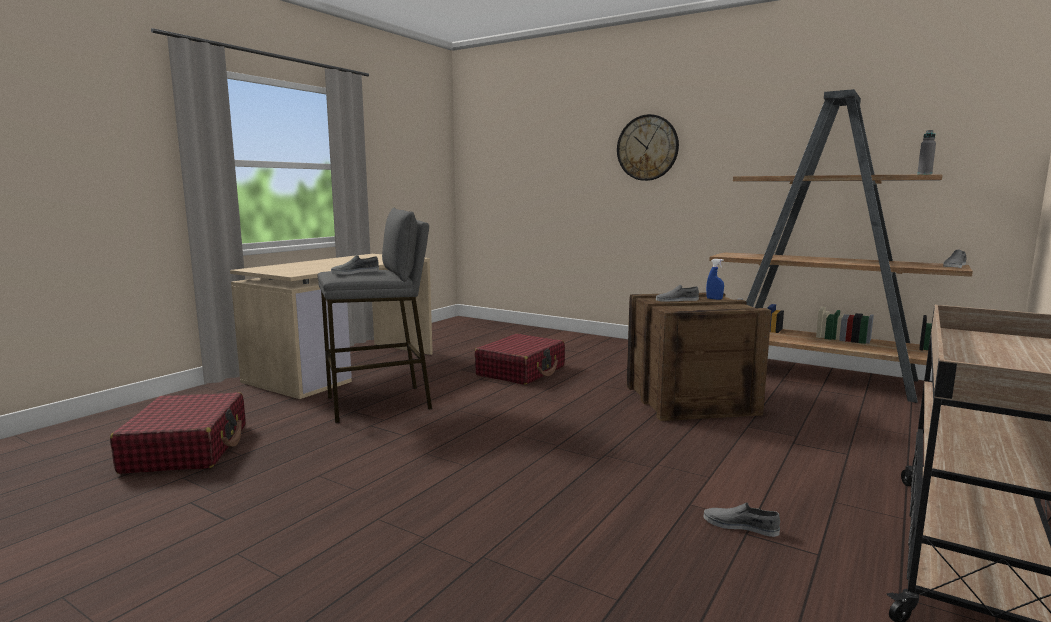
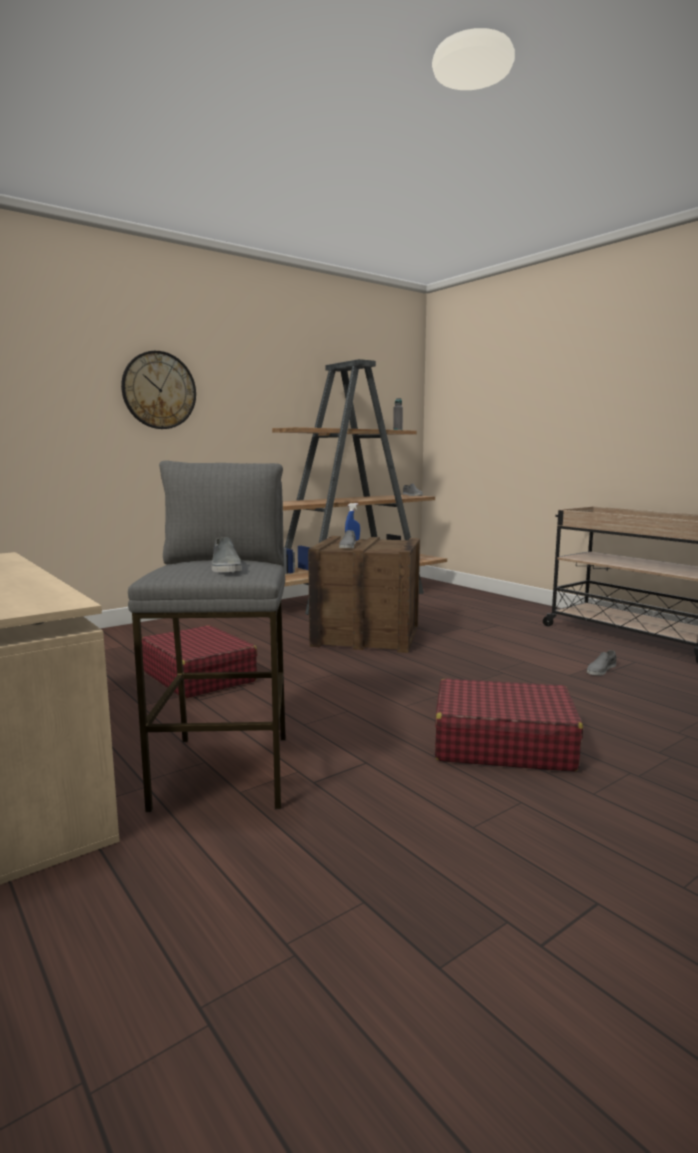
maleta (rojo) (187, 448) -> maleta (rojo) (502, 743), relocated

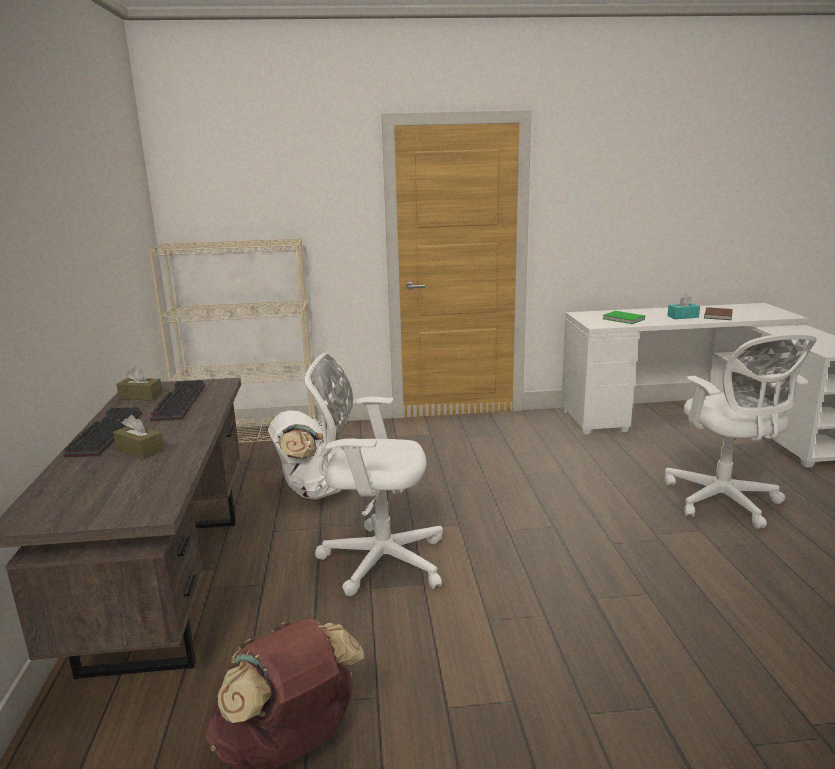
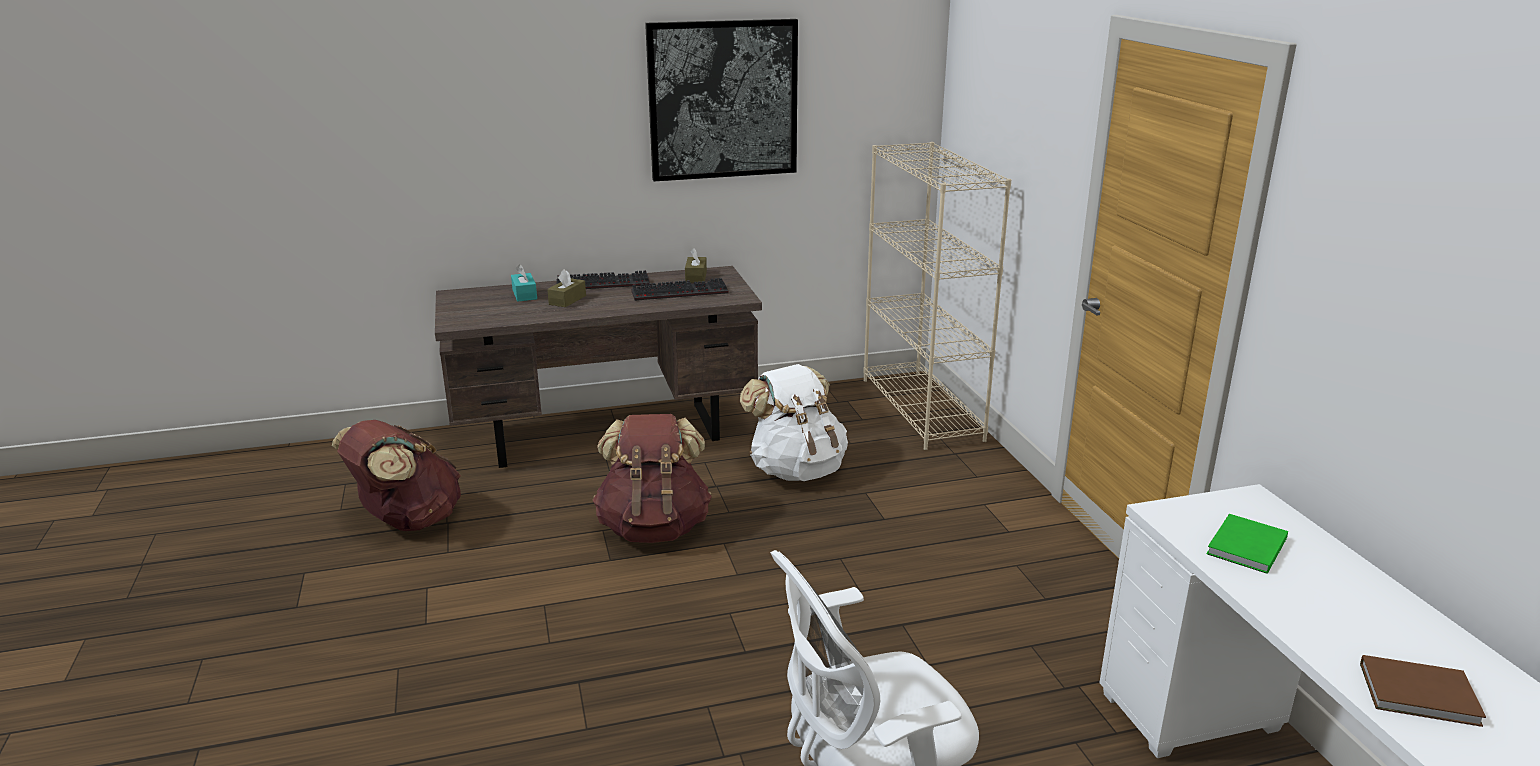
caja de pañuelos (turquesa) (683, 316) -> caja de pañuelos (turquesa) (524, 294), relocated
silla de oficina (blanco) (377, 560) -> mochila (marrón) (654, 528)
none -> cuadro (723, 100)

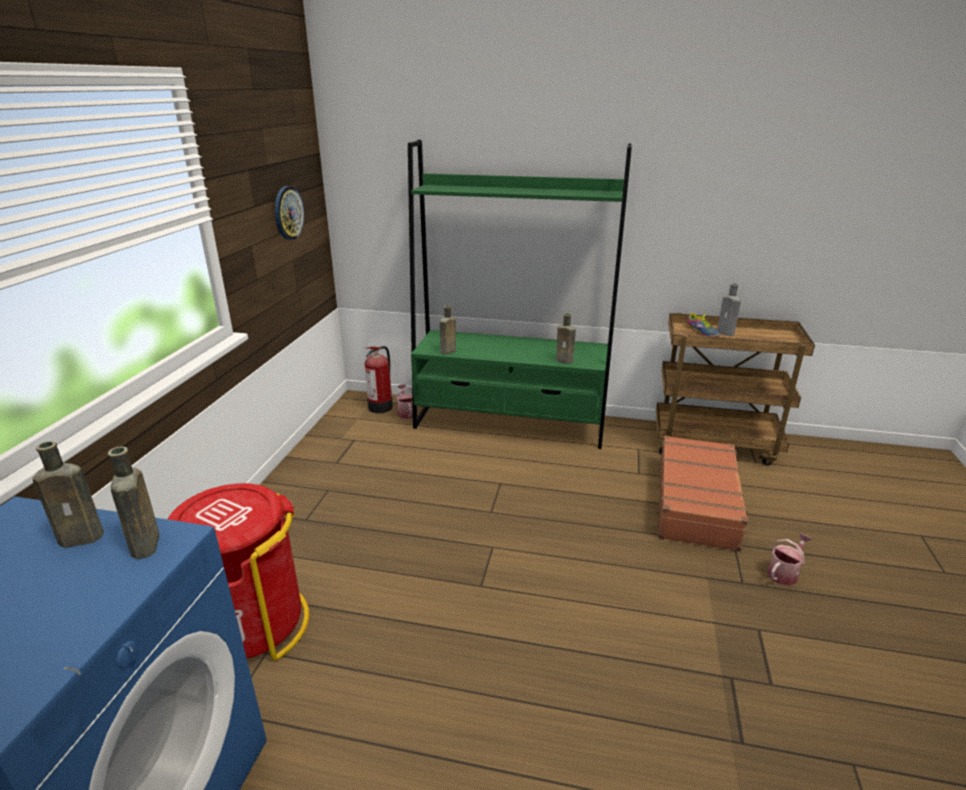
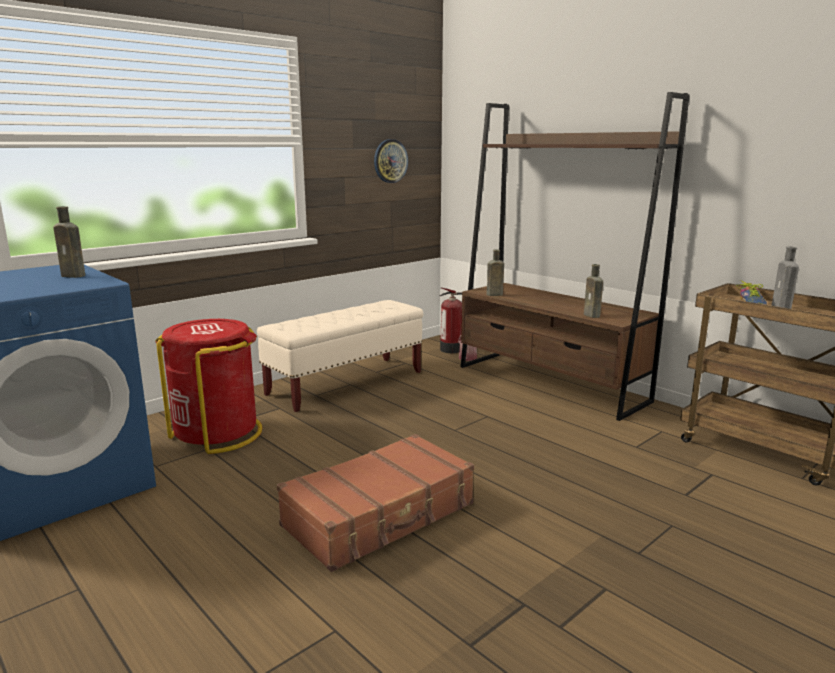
estantería (verde) (510, 423) -> estantería (marrón) (550, 383)
maleta (marrón) (697, 503) -> maleta (marrón) (380, 515), relocated
botella (marrón) (145, 547) -> none
regadera (784, 572) -> none
none -> banco (beis) (346, 383)

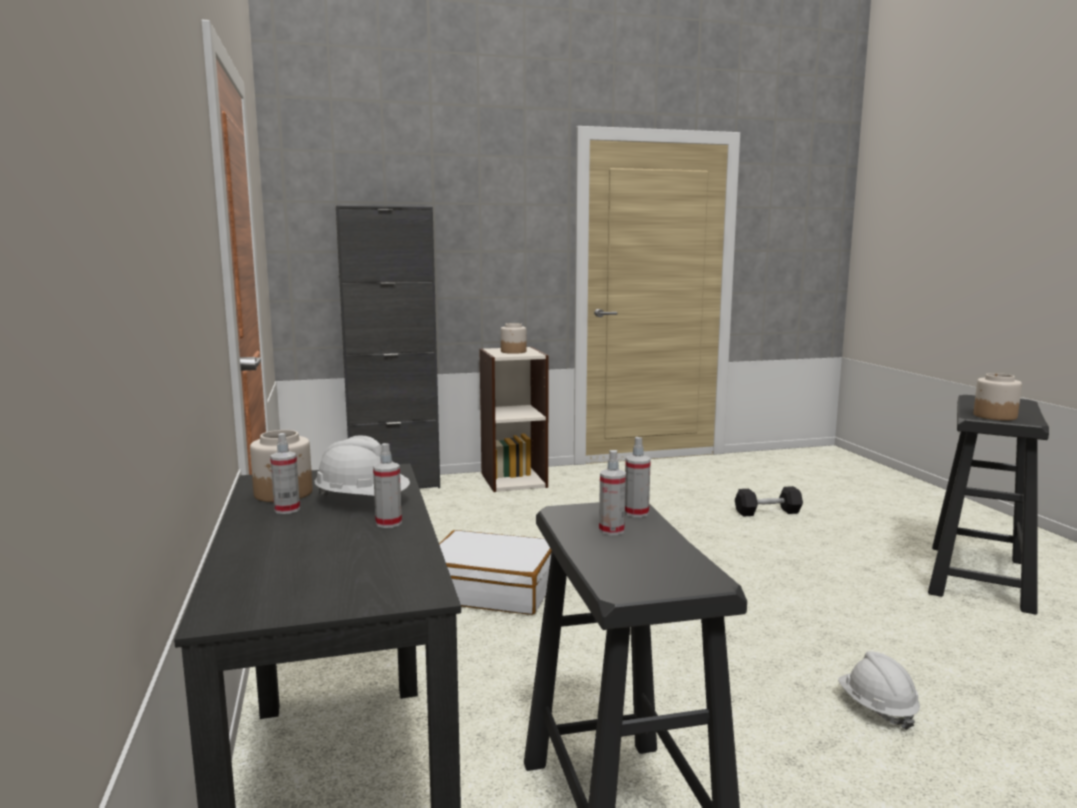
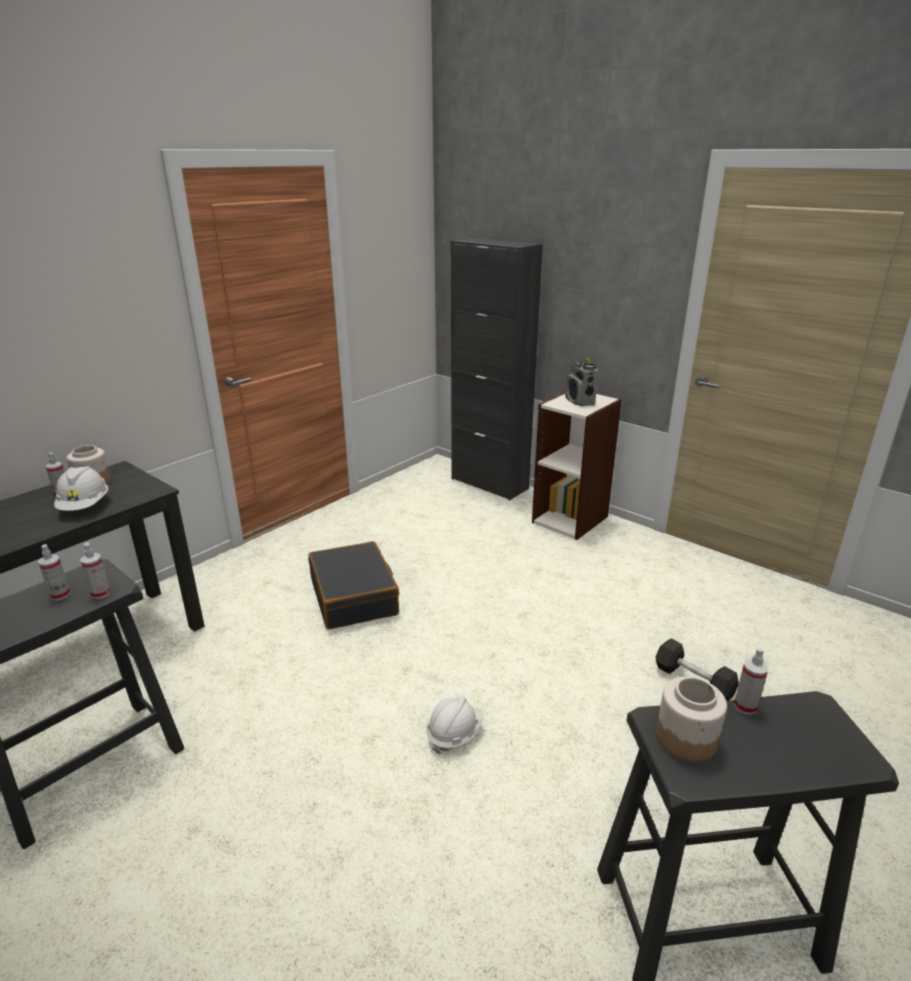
tarro (514, 351) -> radio (580, 402)
pulverizador (388, 523) -> pulverizador (745, 706), relocated
maleta (blanco) (491, 589) -> maleta (negro) (354, 597)
casco (blanco) (877, 708) -> casco (blanco) (454, 734), relocated

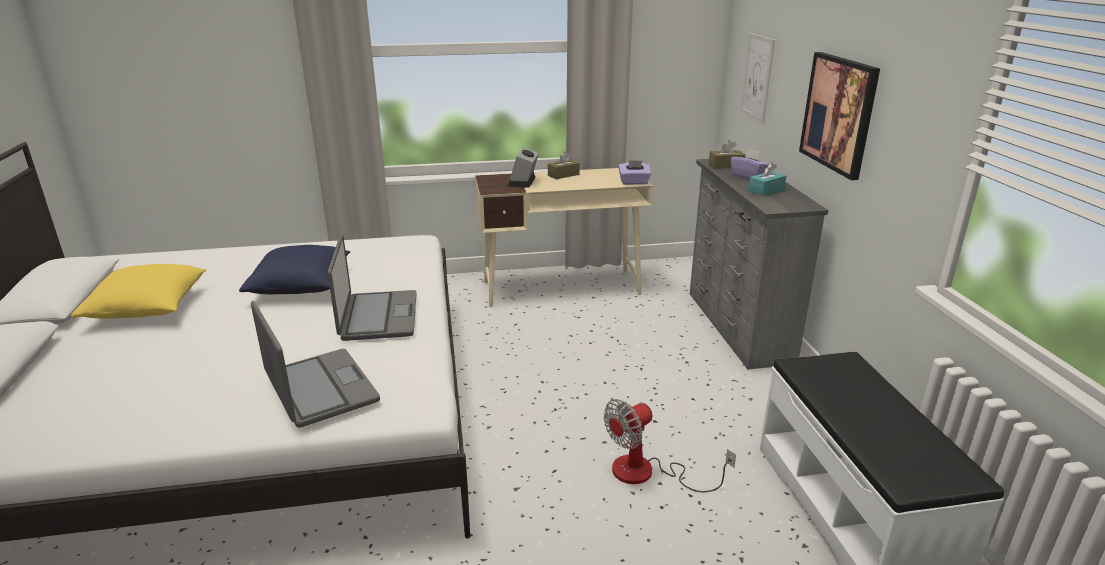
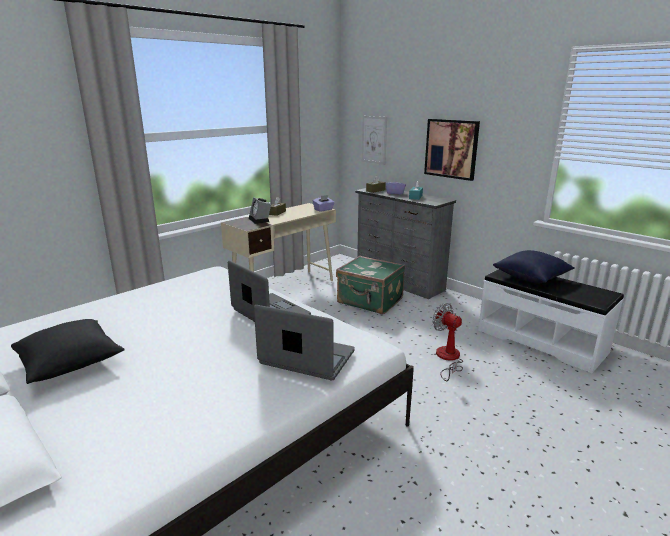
cojín (azul) (301, 287) -> cojín (azul) (531, 278), relocated
cojín (amarillo) (149, 309) -> cojín (negro) (71, 364)
ventilador (647, 473) -> ventilador (448, 359), 120 degrees clockwise
none -> maleta (verde) (370, 301)

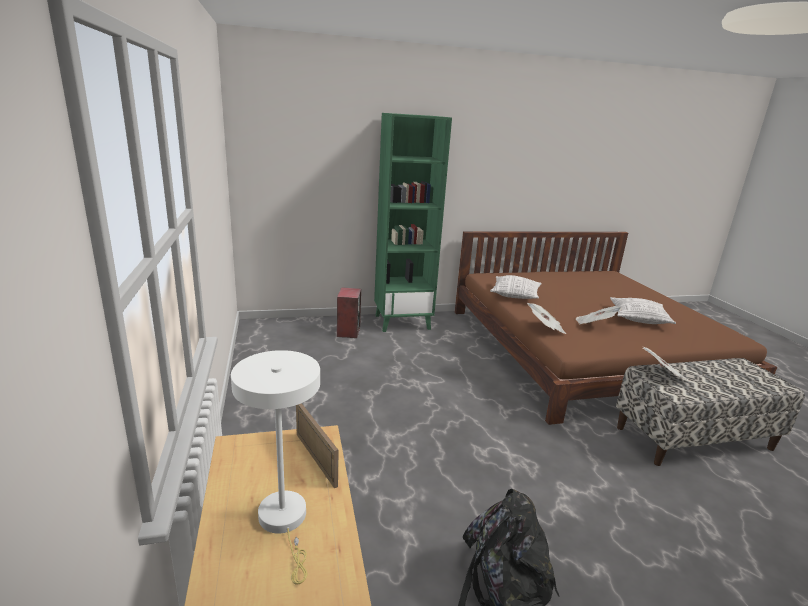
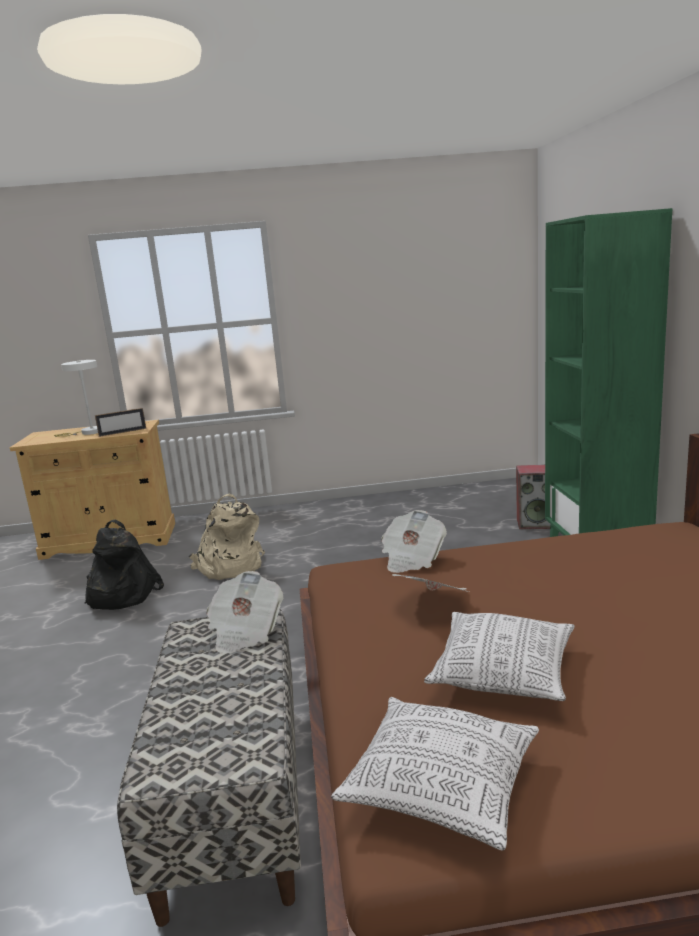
cojín (515, 295) -> cojín (440, 787), relocated
none -> mochila (beis) (229, 567)

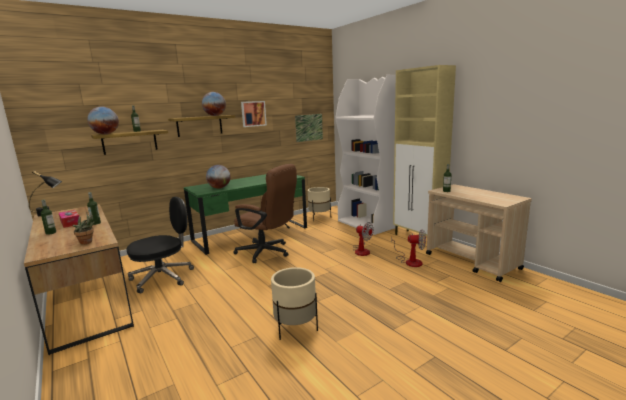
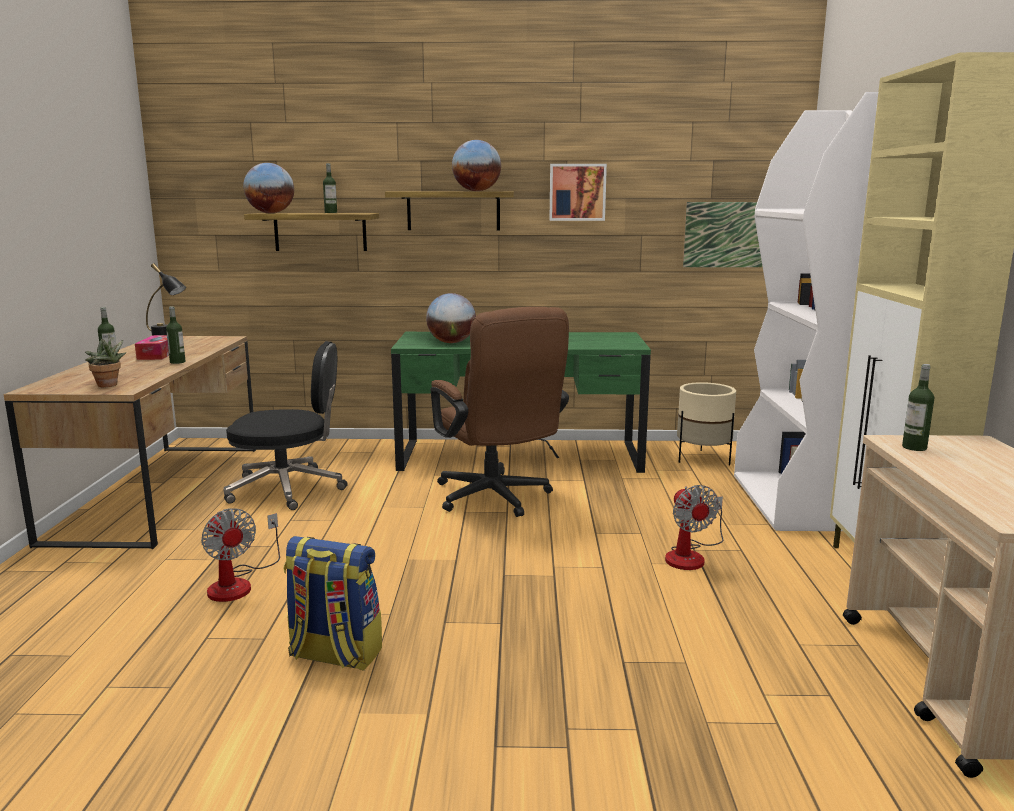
ventilador (410, 261) -> ventilador (238, 583), relocated
maceta (beis) (295, 328) -> mochila (334, 655)

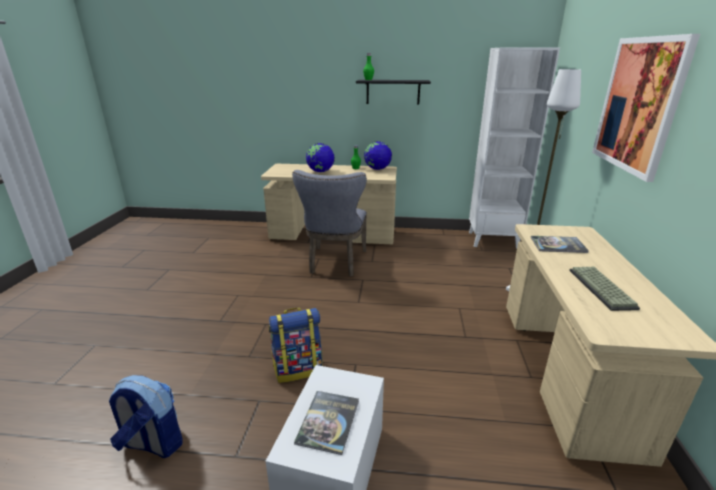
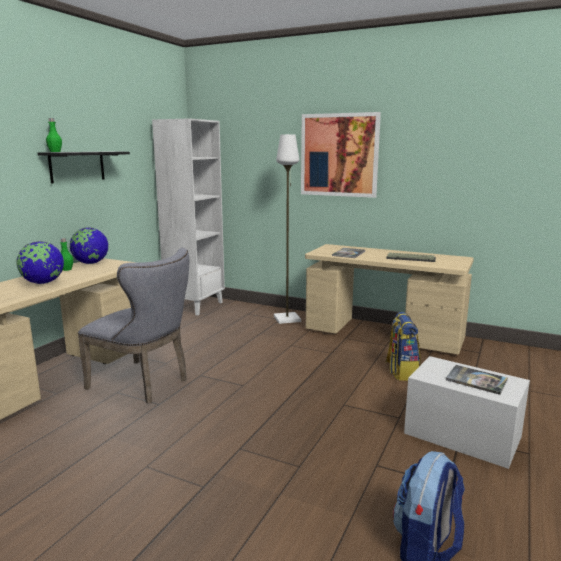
mochila (298, 368) -> mochila (401, 372), relocated

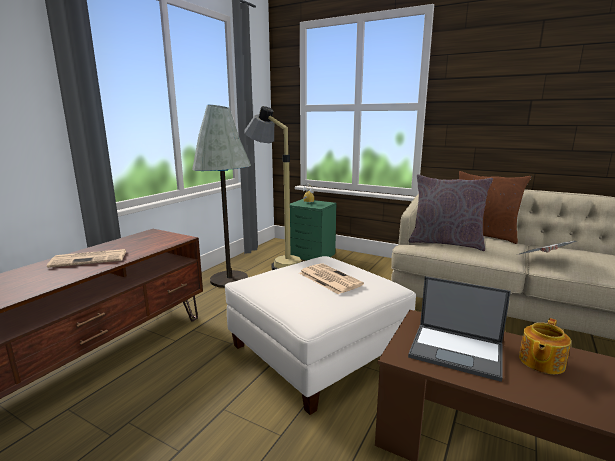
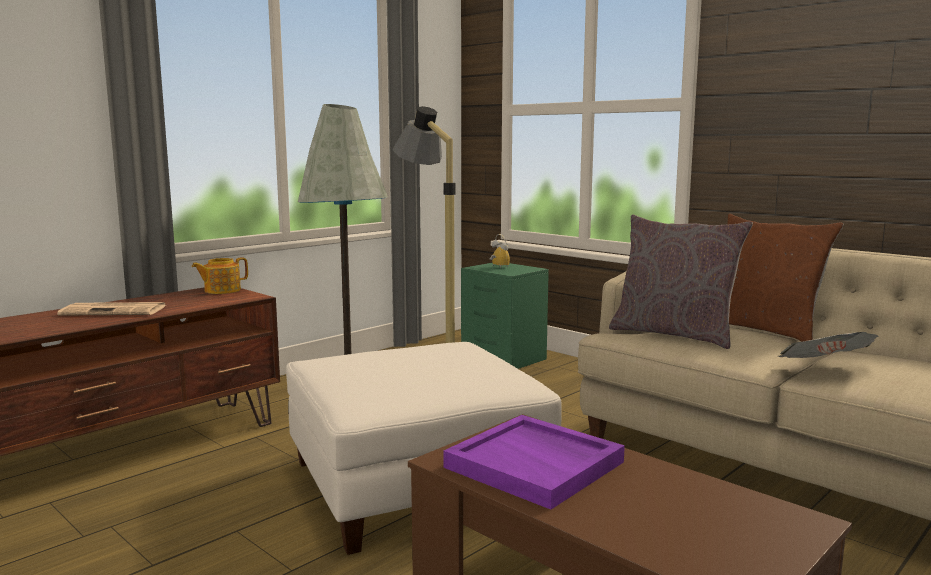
periódico (329, 279) -> none
portátil (457, 351) -> bandeja (morado) (536, 464)
tetera (540, 362) -> tetera (221, 290), relocated

